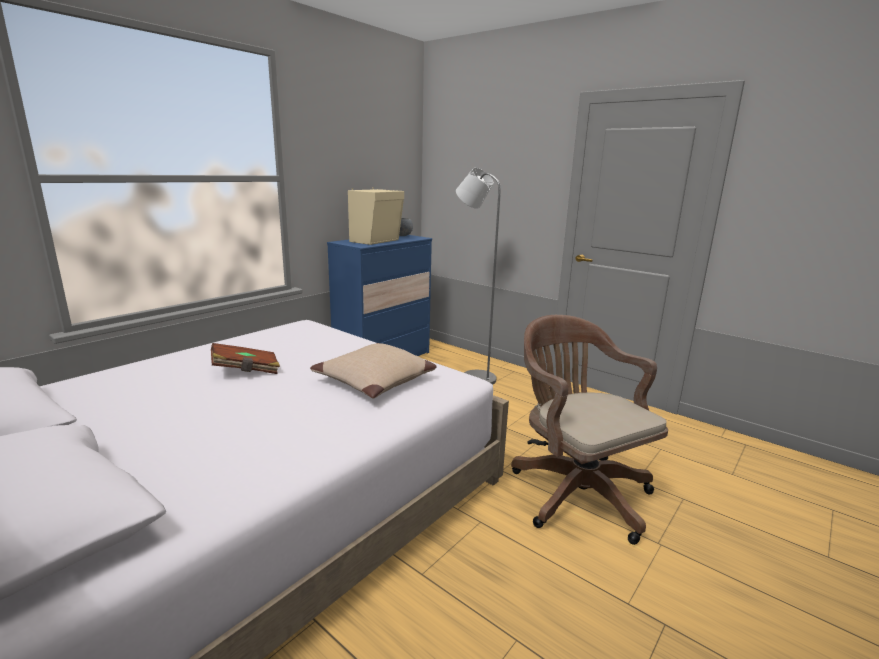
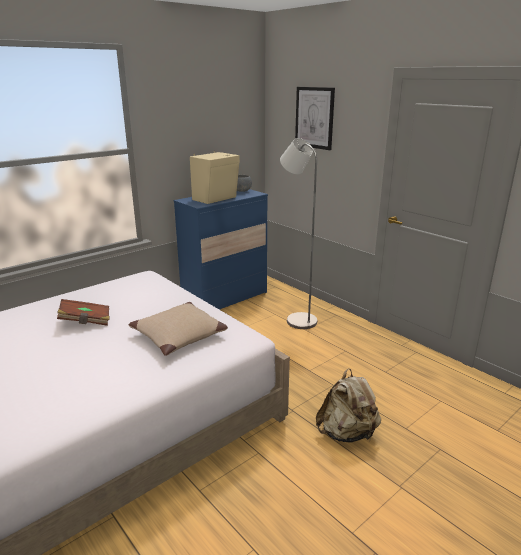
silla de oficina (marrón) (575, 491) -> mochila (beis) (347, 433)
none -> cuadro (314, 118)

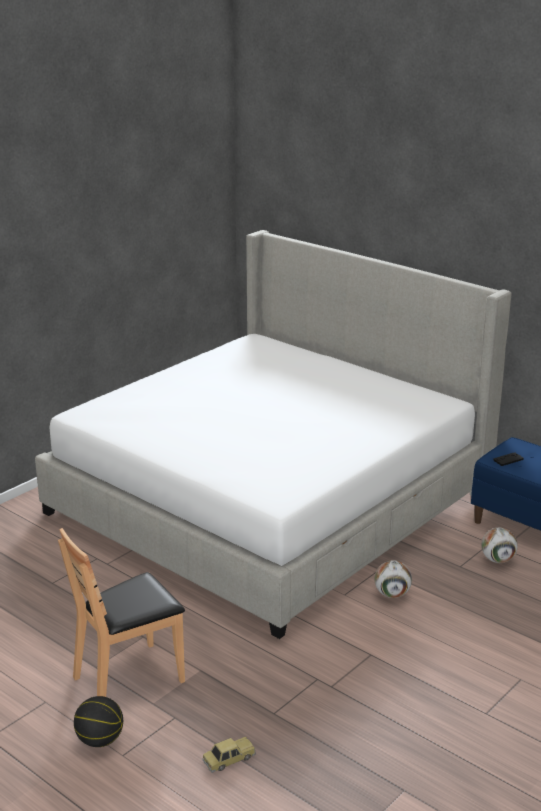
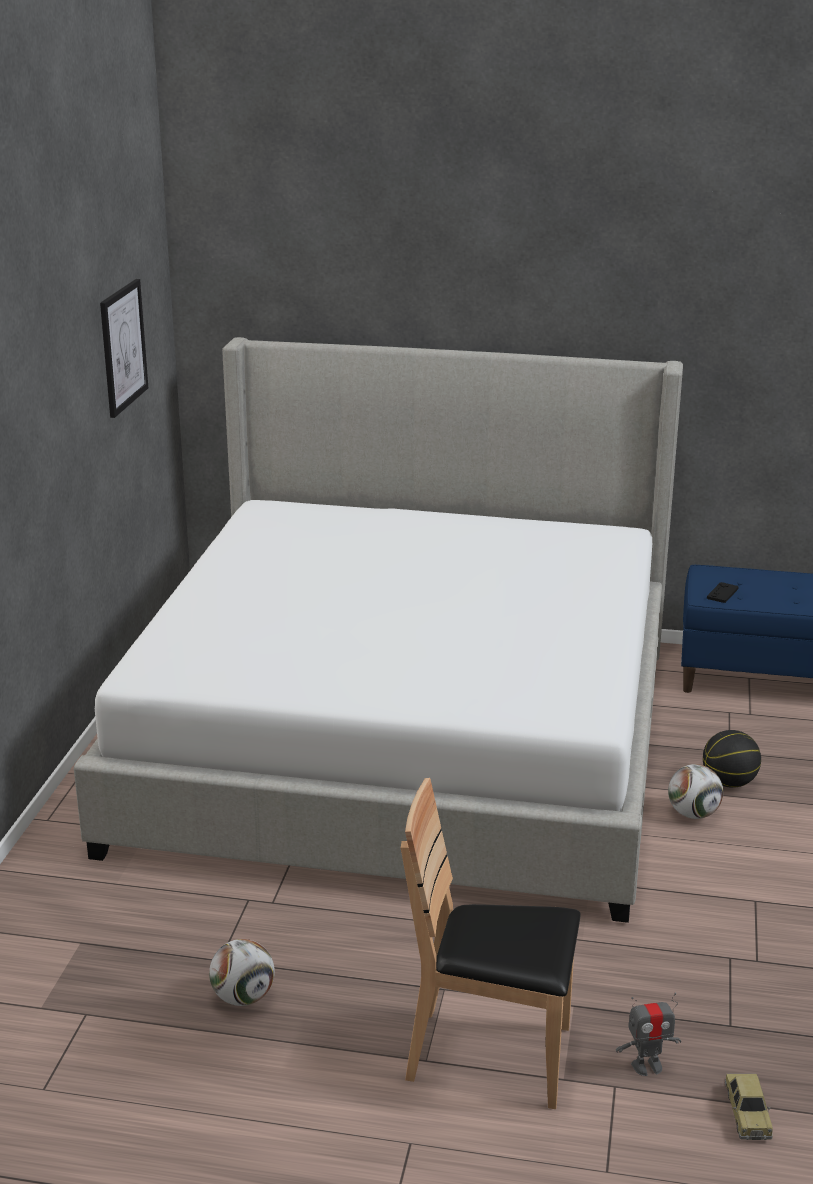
silla (marrón) (129, 678) -> silla (marrón) (491, 1056), 75 degrees clockwise
balón de fútbol (498, 560) -> balón de fútbol (243, 997), relocated
balón de baloncesto (100, 740) -> balón de baloncesto (728, 782), relocated
coche de juguete (229, 759) -> coche de juguete (747, 1113), 150 degrees clockwise
none -> cuadro (123, 347)
none -> robot de juguete (647, 1066)

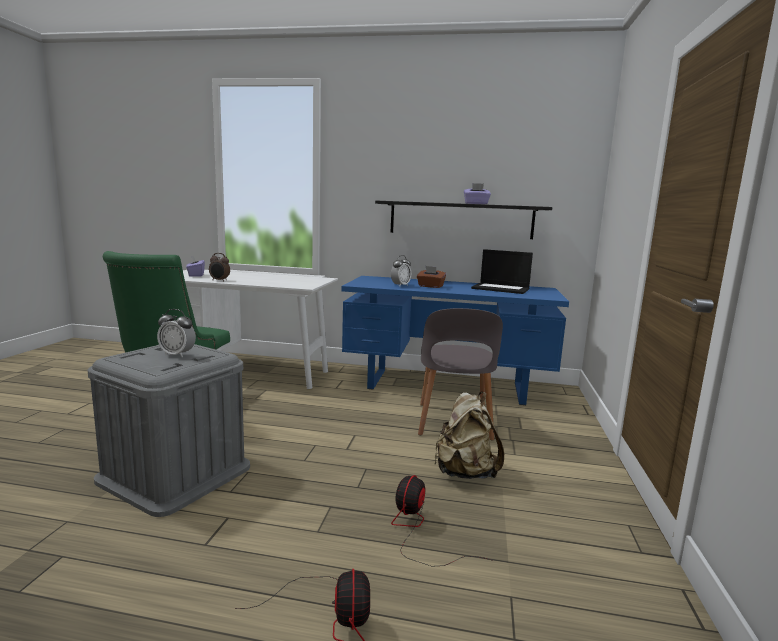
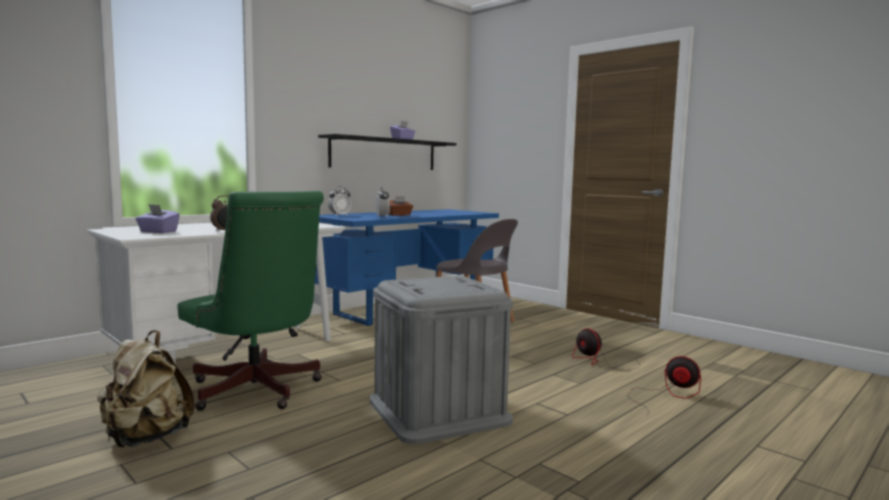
portátil (501, 289) -> none
despertador (177, 354) -> despertador (339, 215), relocated
mochila (beis) (464, 472) -> mochila (beis) (145, 438), relocated

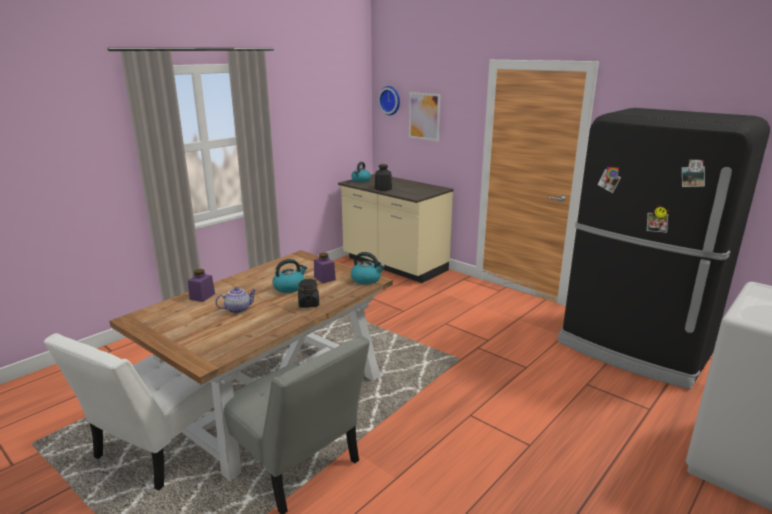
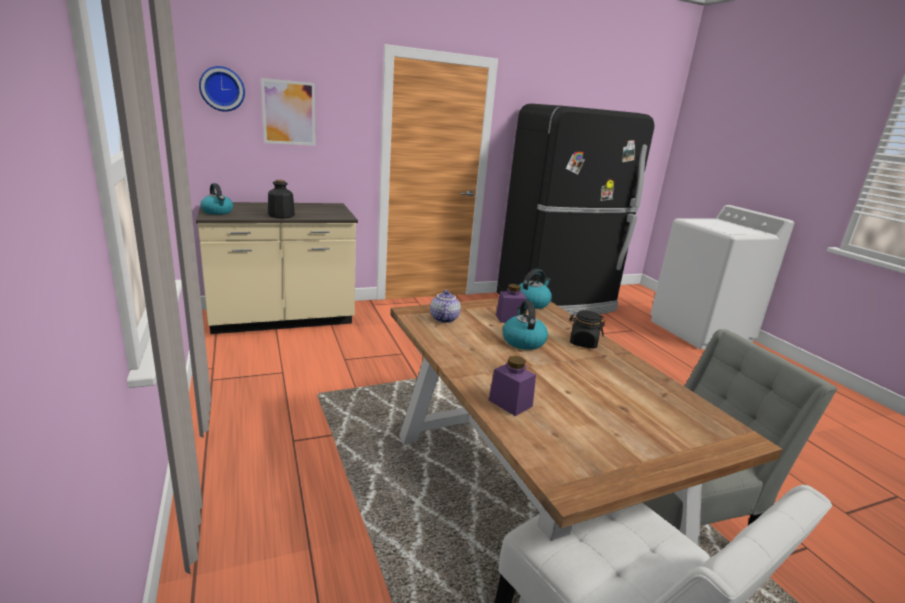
tetera (238, 309) -> tetera (443, 318), relocated

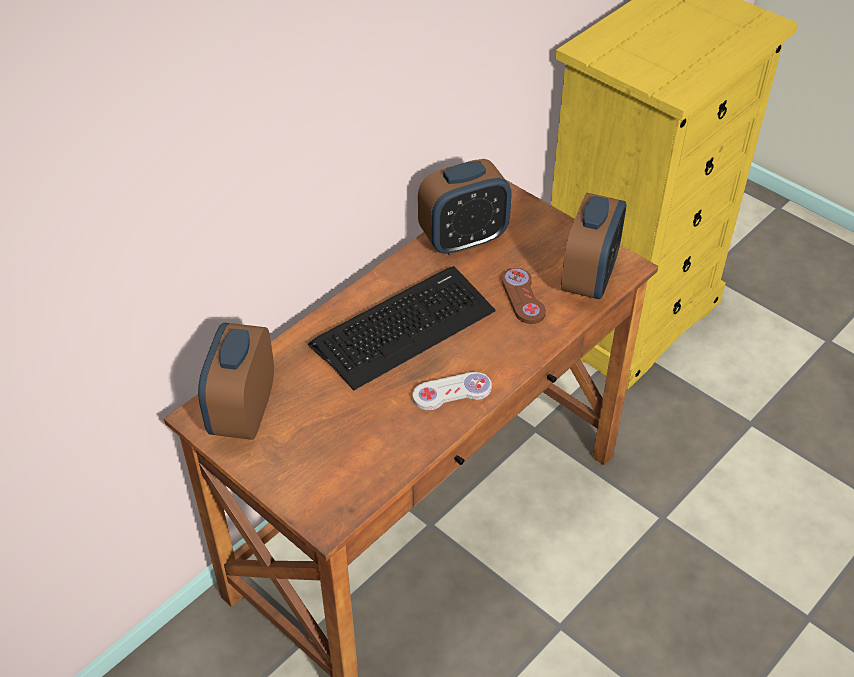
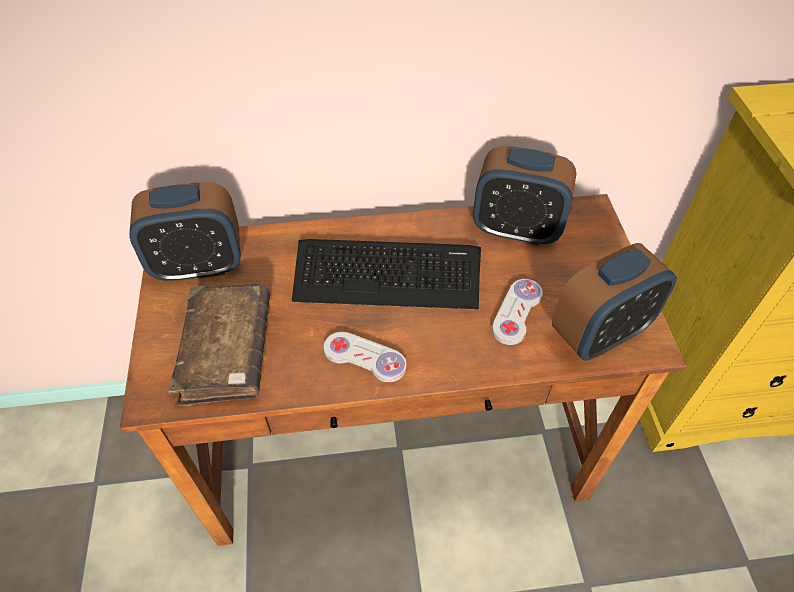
mando de consola (marrón) (523, 297) -> mando de consola (blanco) (517, 312)
despertador (243, 413) -> despertador (199, 265), 150 degrees counterclockwise
none -> libro (marrón) (227, 352)

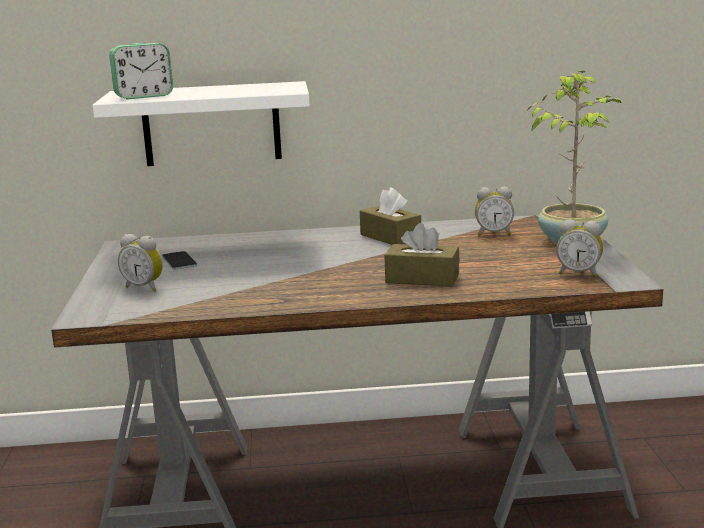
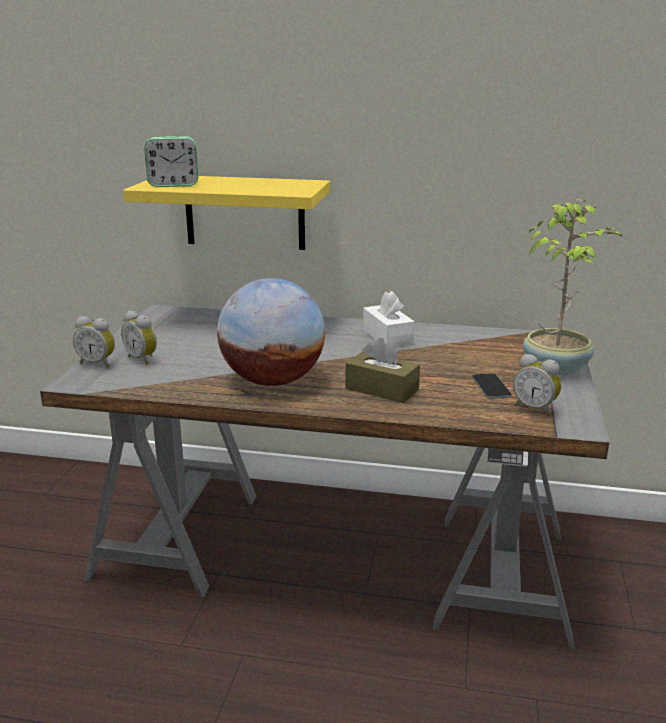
estante (blanco) (211, 124) -> estante (amarillo) (244, 212)
caja de pañuelos (marrón) (390, 237) -> caja de pañuelos (blanco) (387, 337)
despertador (493, 234) -> despertador (98, 363), relocated
móvil (179, 261) -> móvil (491, 386), relocated
none -> globo terráqueo (272, 381)

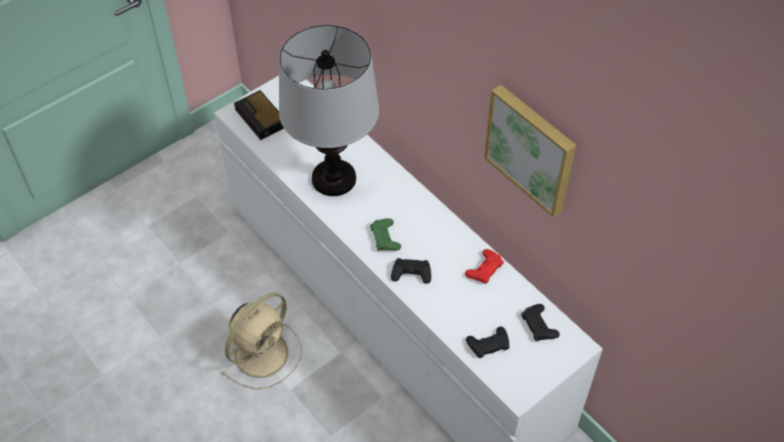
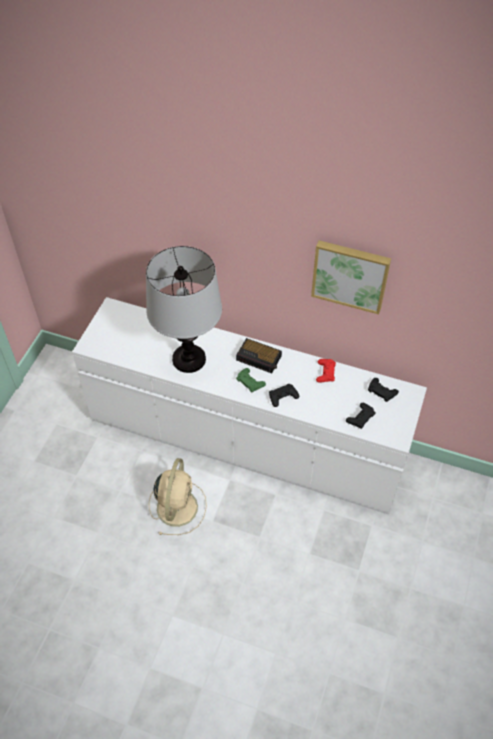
despertador (261, 119) -> despertador (259, 358), relocated

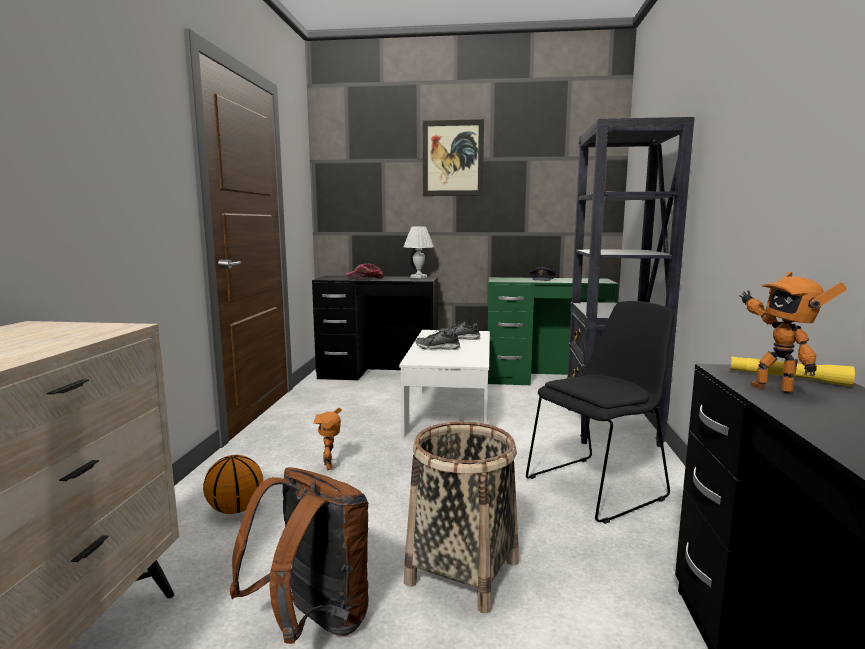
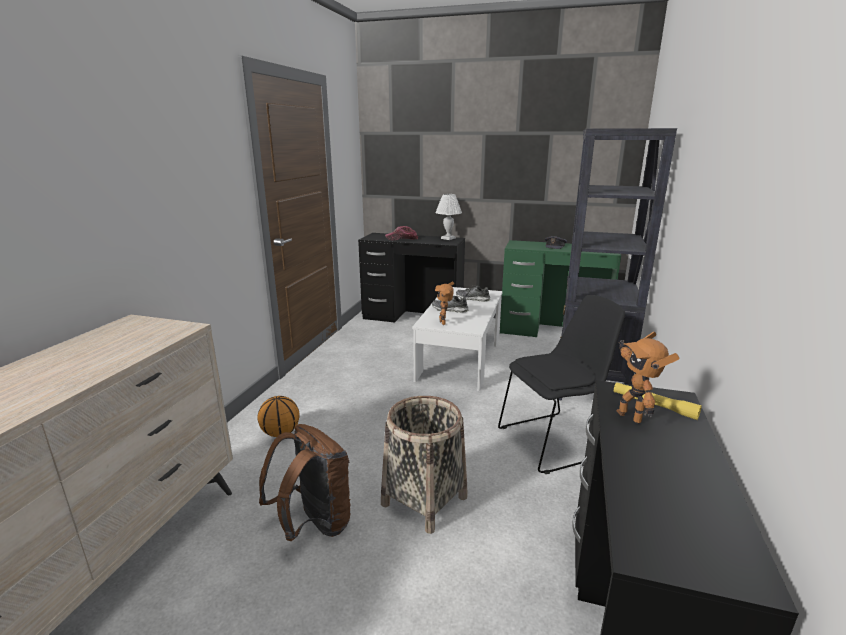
cuadro (452, 158) -> none
robot de juguete (330, 465) -> robot de juguete (444, 323), relocated

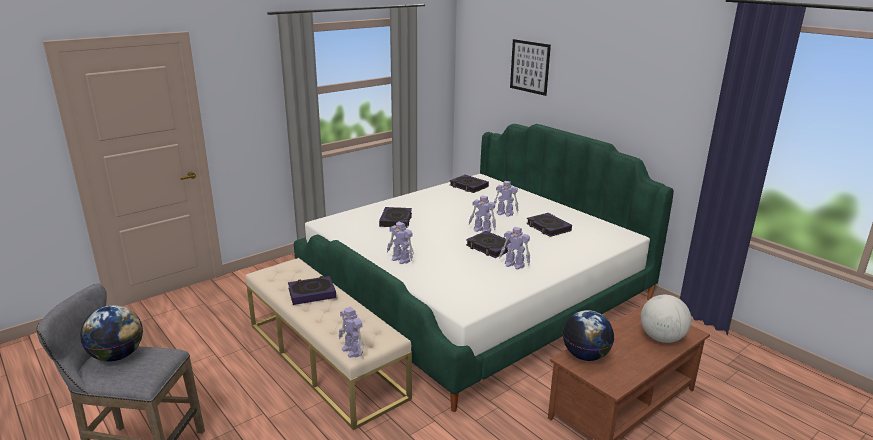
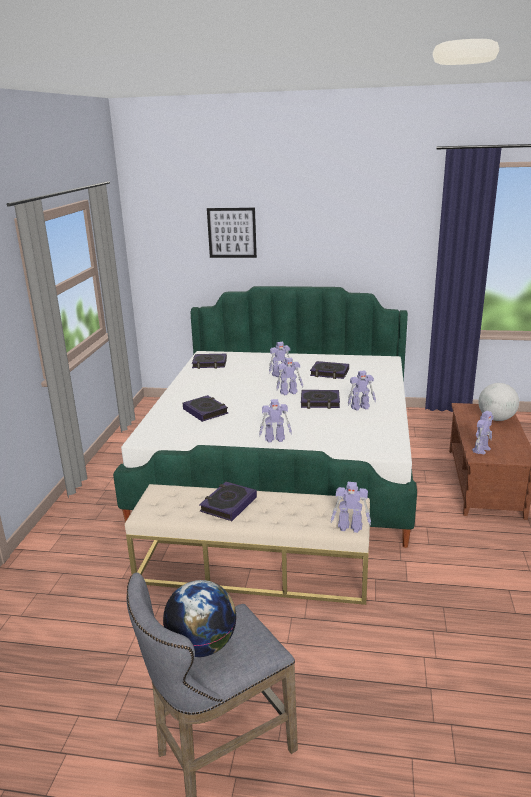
globo terráqueo (585, 356) -> robot de juguete (481, 449)

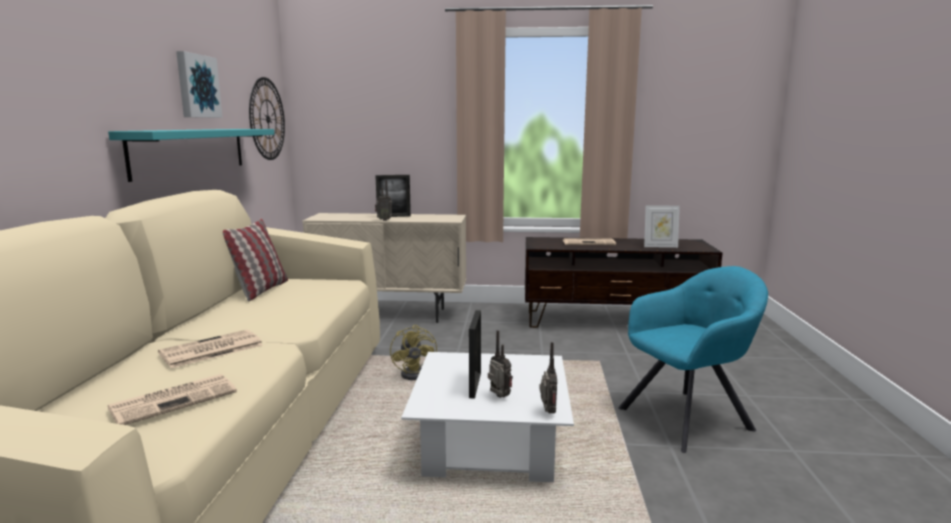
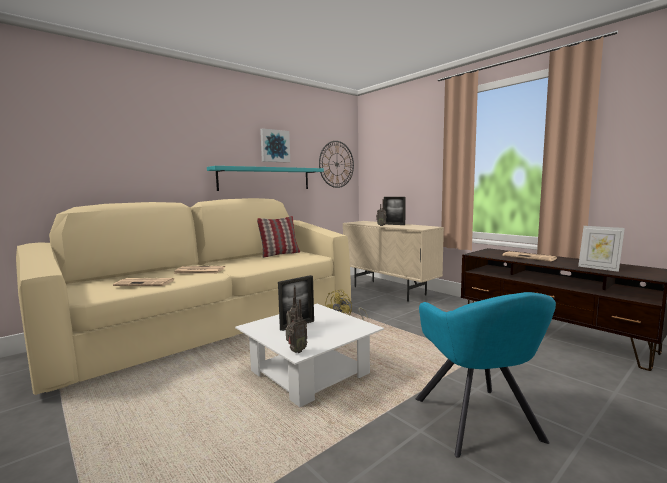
sillón (turquesa) (688, 417) -> sillón (turquesa) (479, 422), 60 degrees clockwise

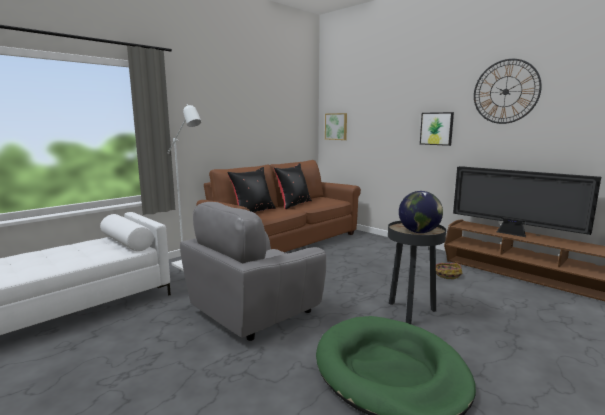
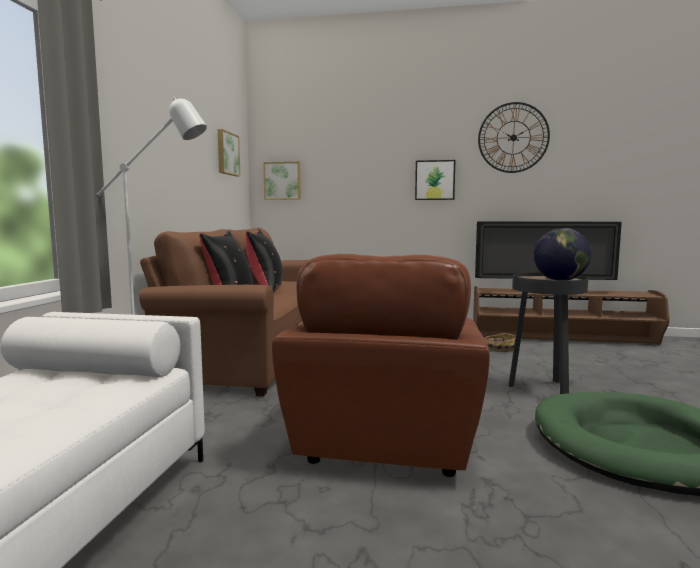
sillón (gris) (255, 312) -> sillón (marrón) (386, 440)
none -> cuadro (227, 153)

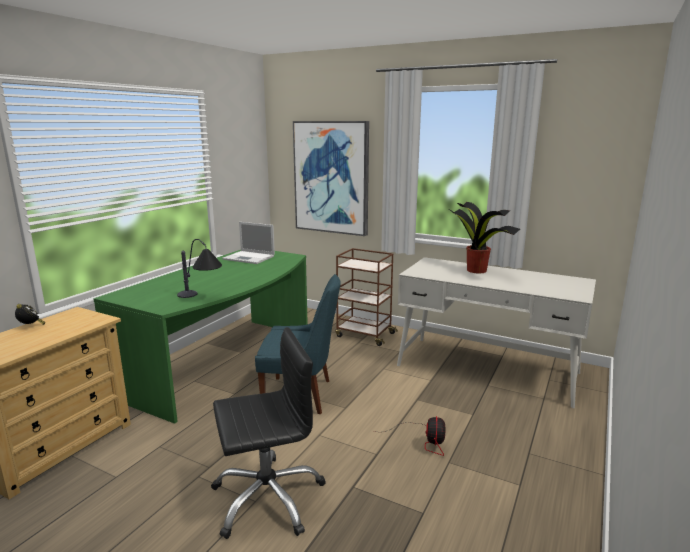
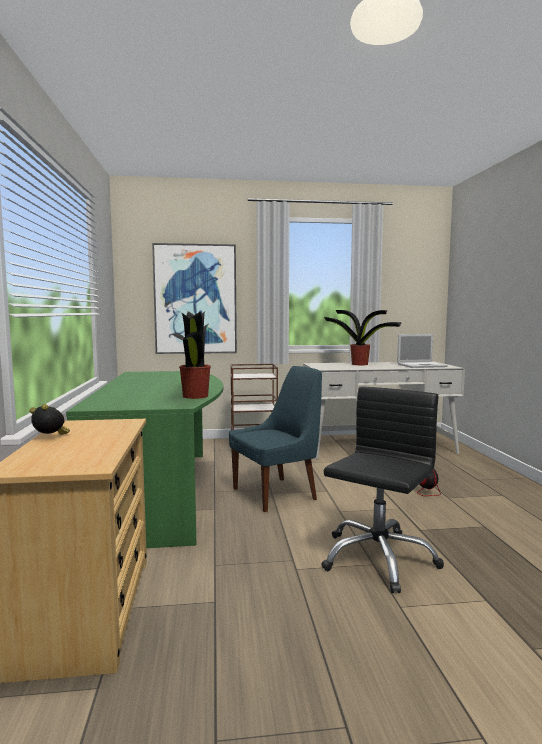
portátil (250, 258) -> portátil (422, 365), relocated
lámpara de mesa (201, 298) -> planta en maceta (195, 396)

